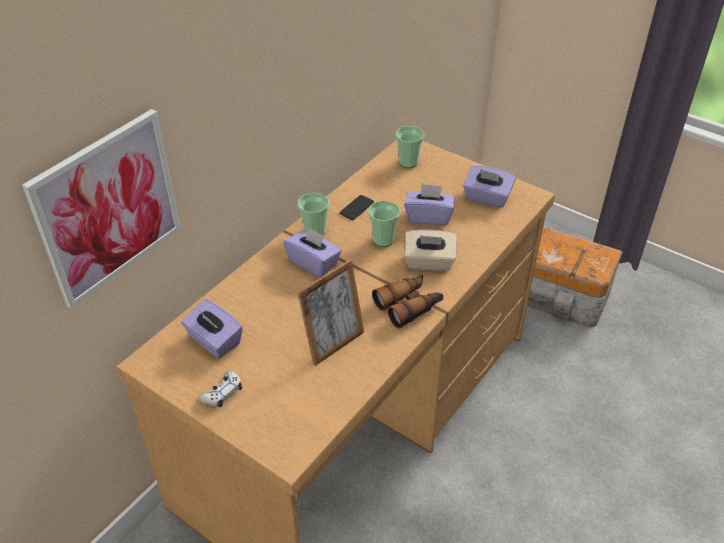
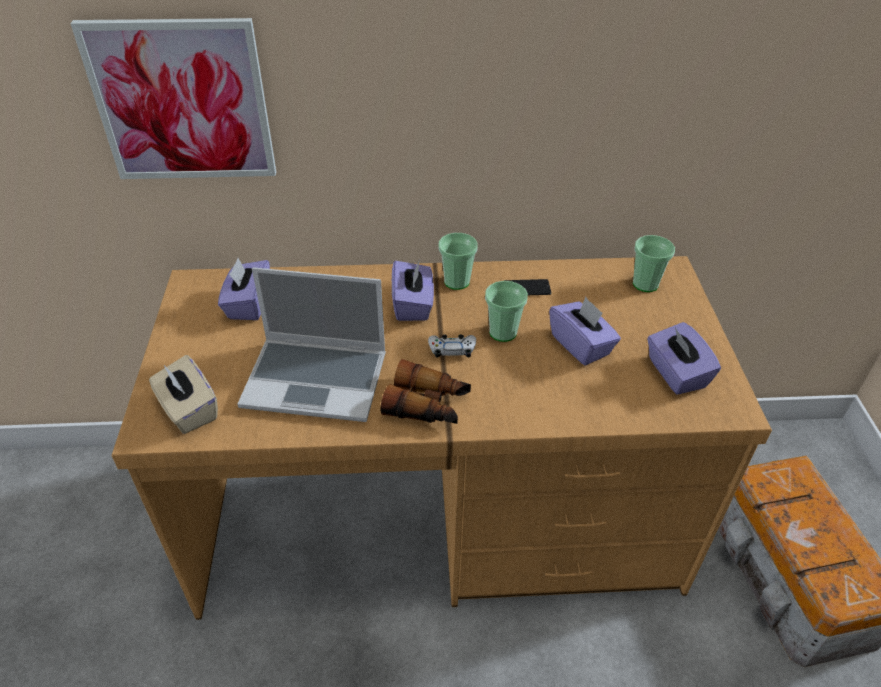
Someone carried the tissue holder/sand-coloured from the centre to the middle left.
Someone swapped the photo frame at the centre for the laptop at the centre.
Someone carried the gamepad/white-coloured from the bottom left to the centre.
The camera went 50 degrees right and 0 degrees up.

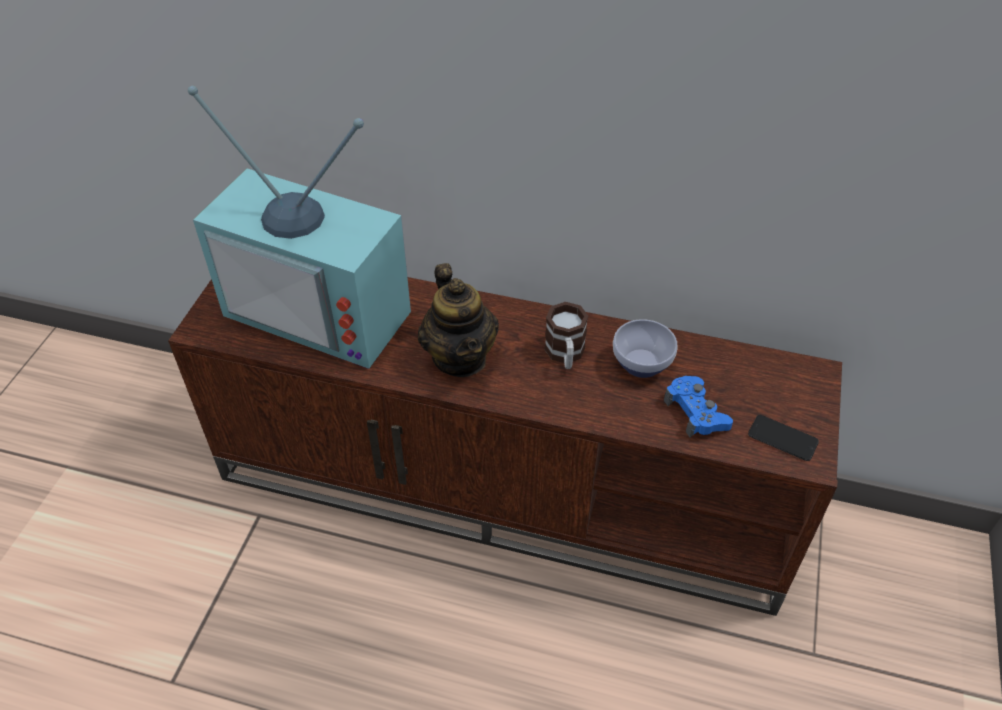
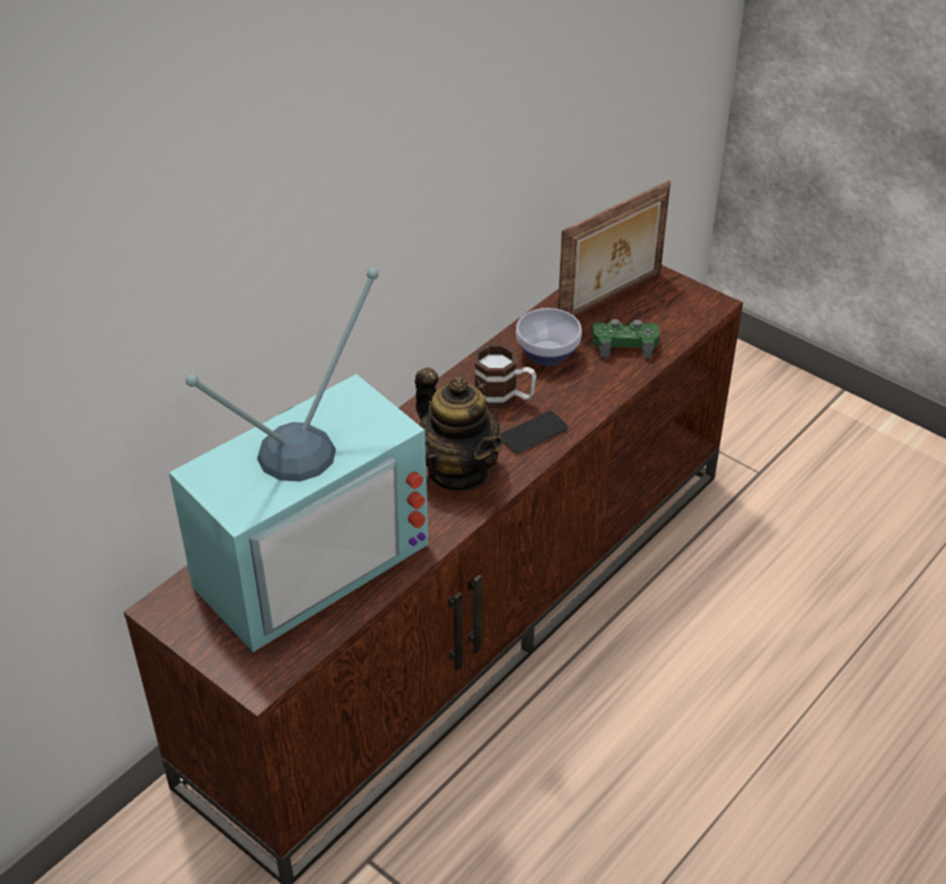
Someone rotated the pot for tea at the centre by 45 degrees clockwise.
Someone carried the telephone from the middle right to the centre.
Someone put down the photo frame at the top centre.
Someone repainted the gamepad/blue at the middle right, which became the gamepad/green-coloured at the centre.
The camera went 65 degrees left and 5 degrees down.

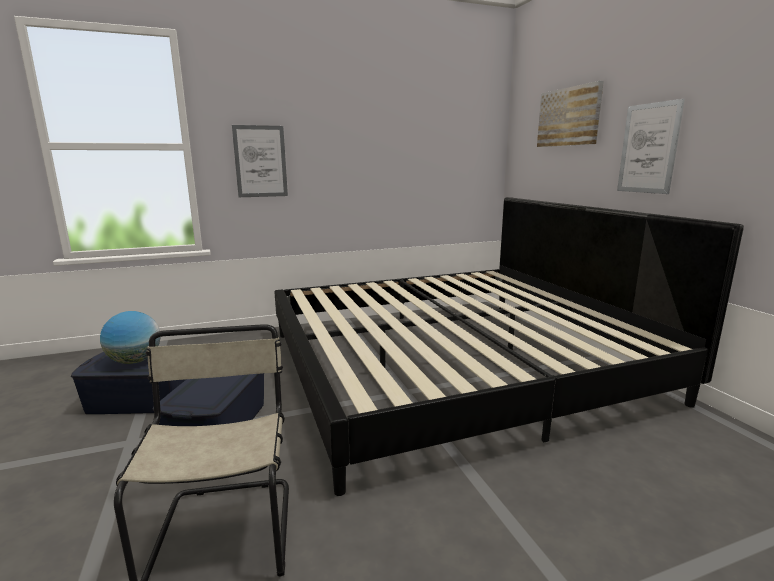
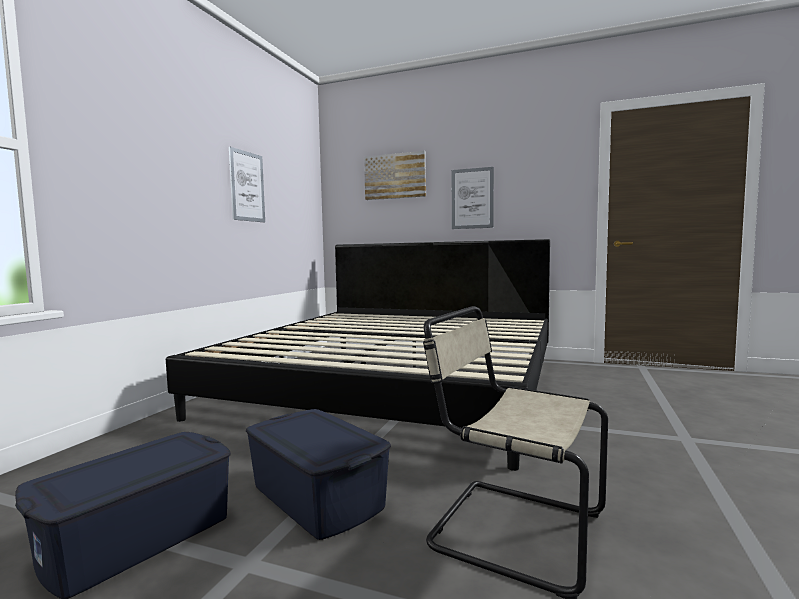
Someone carried the wall art (1st from left) from the top centre to the top left.
Someone took away the desk globe at the middle left.
The camera went 50 degrees left and 10 degrees down.

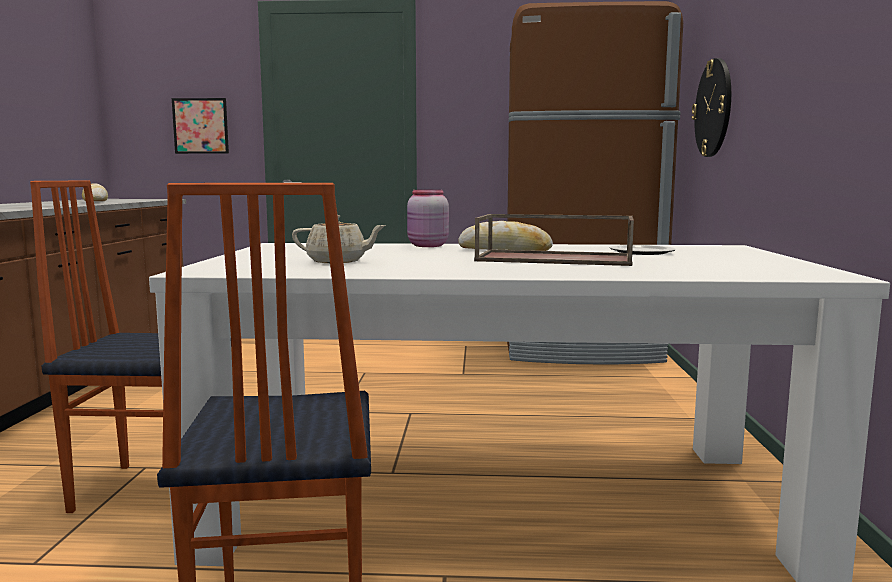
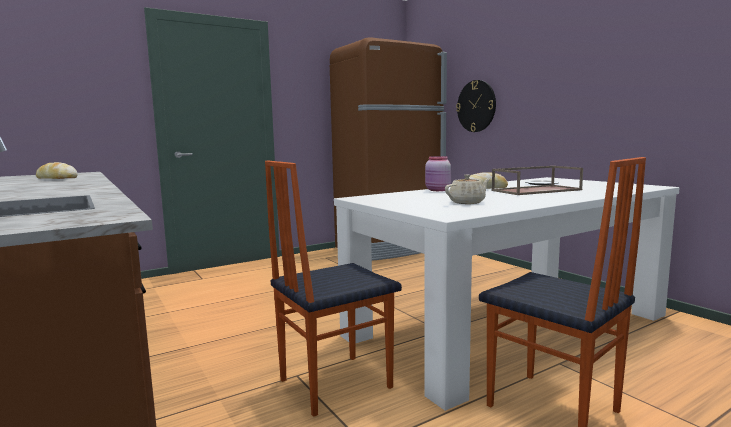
Someone took away the wall art at the top left.
The camera went 35 degrees left and 0 degrees up.

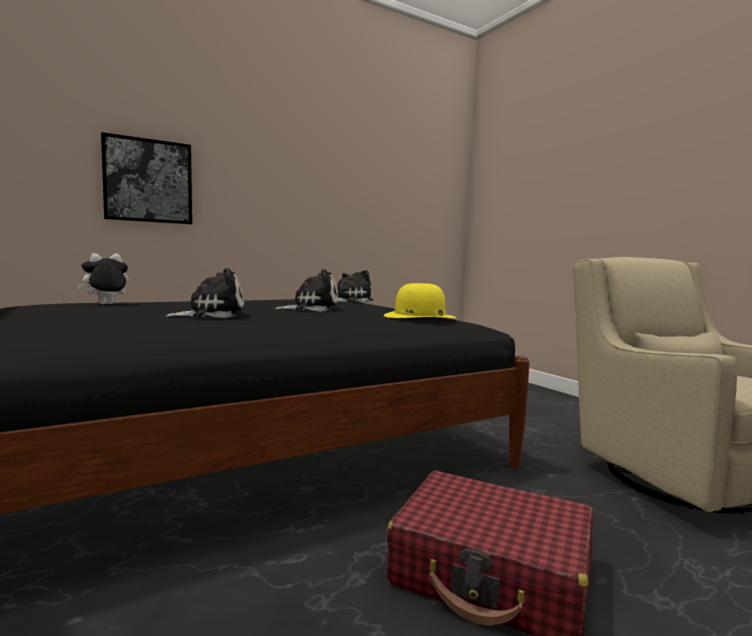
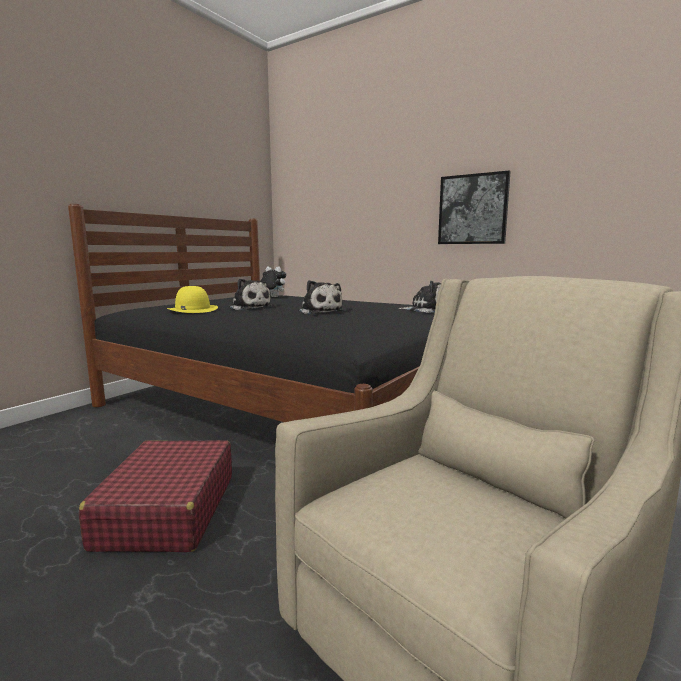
Someone carried the hat/yellow from the centre to the middle left.
Someone carried the wall art from the top left to the top right.
The camera went 65 degrees right and 5 degrees up.

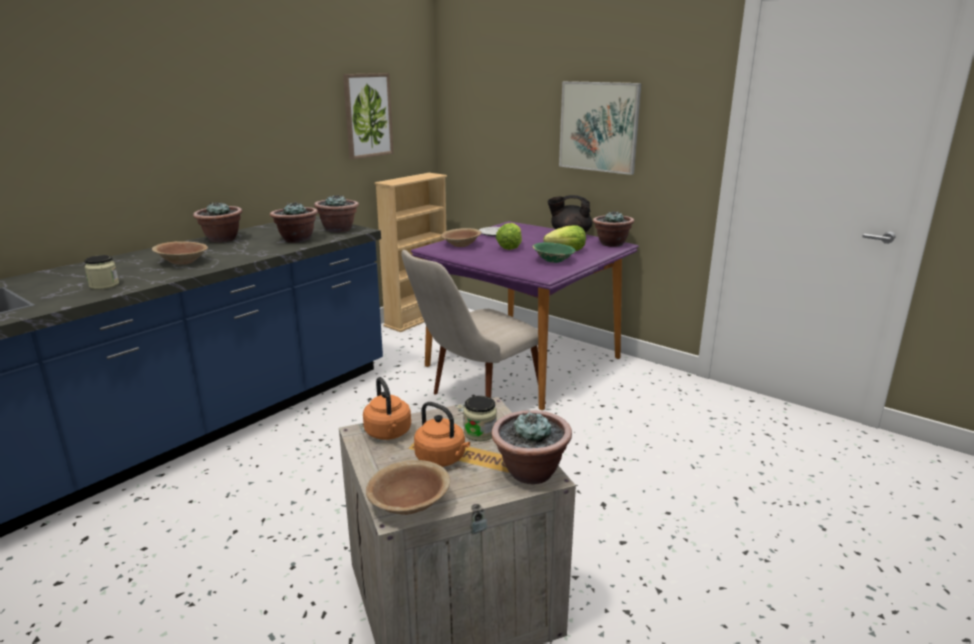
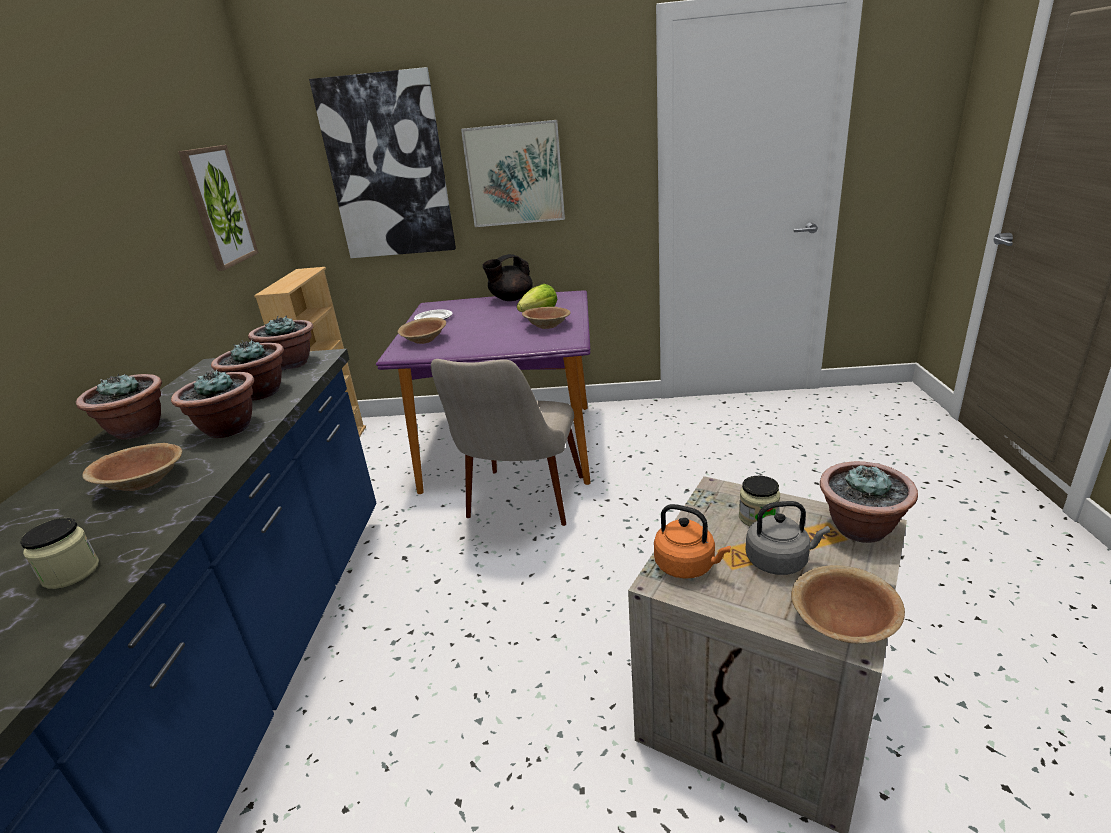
Someone carried the plant in a pot (5th from left in the first image) from the centre to the middle left.
Someone put up the wall art (2nd from left) at the top centre.
Someone repainted the deep dish/green-coloured at the centre, which became the deep dish/brownish (3rd from left) at the centre.
Someone repainted the water kettle/orange-coloured (2nd from left) at the bottom centre, which became the water kettle/grey at the middle right.
Someone took away the lettuce (1st from left) at the centre.
The camera went 35 degrees left and 5 degrees up.

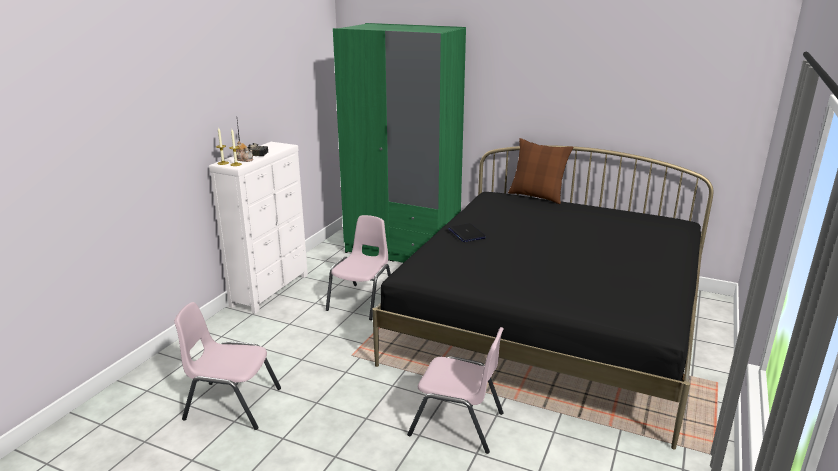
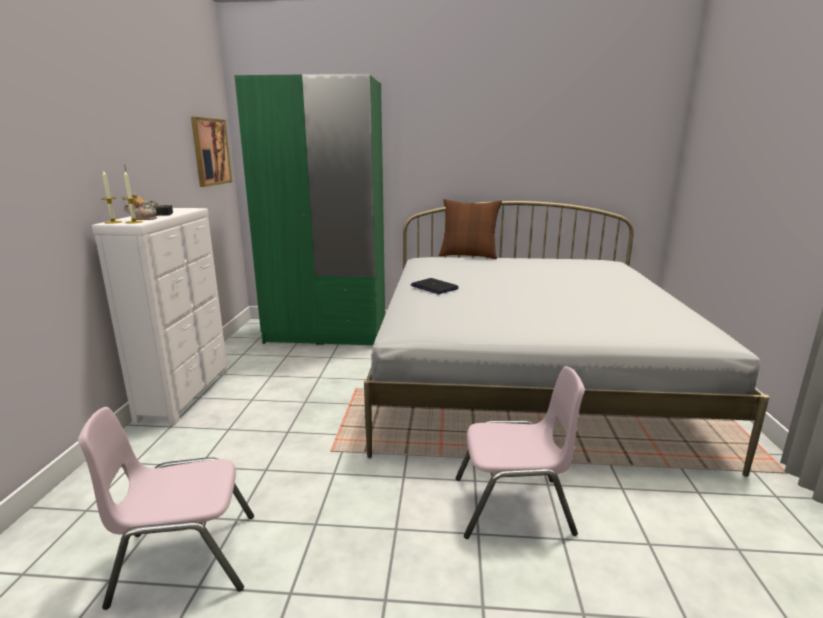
Someone put up the wall art at the top left.
Someone repainted the bedroom bed/black-coloured at the centre, which became the bedroom bed/white-coloured at the middle right.
Someone took away the chair/pink (2nd from left) at the centre.
The camera went 20 degrees left and 5 degrees down.

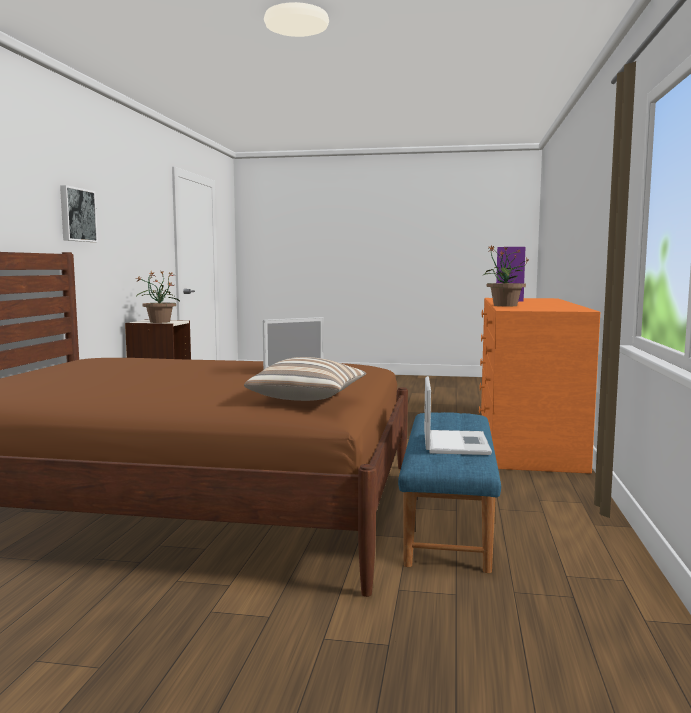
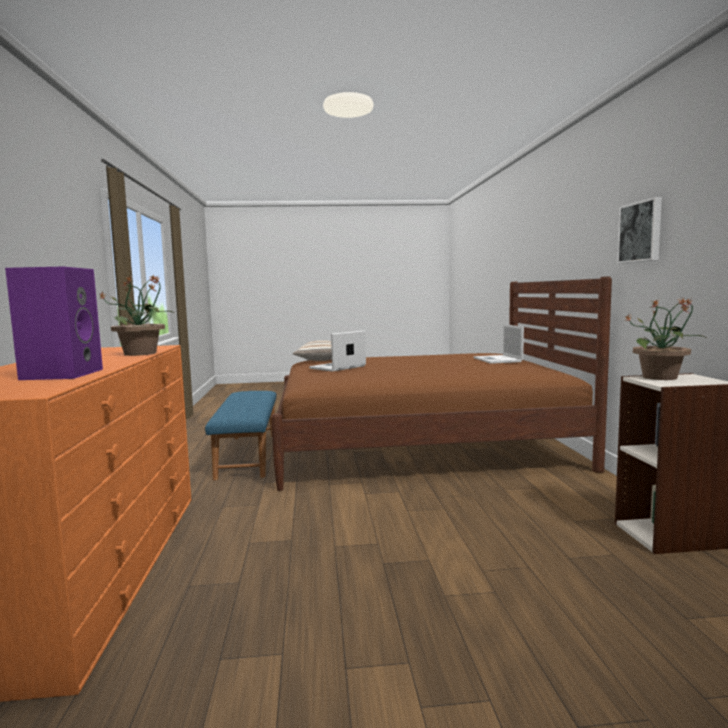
Someone carried the laptop (2nd from left) from the centre to the middle right.
The camera went 165 degrees right and 0 degrees up.

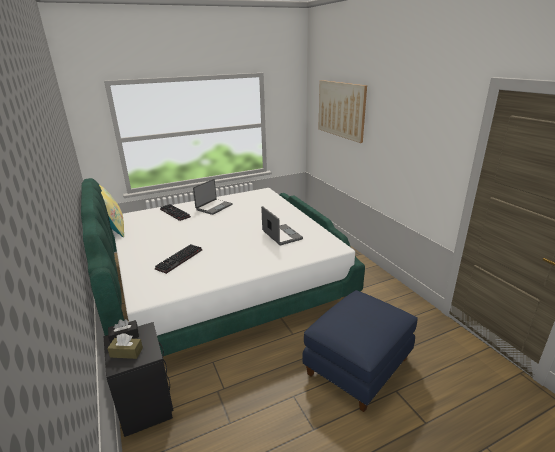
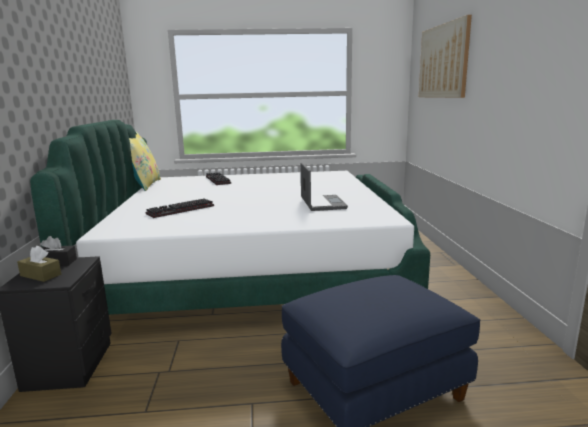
Someone took away the laptop (1st from left) at the centre.
The camera went 20 degrees right and 10 degrees down.

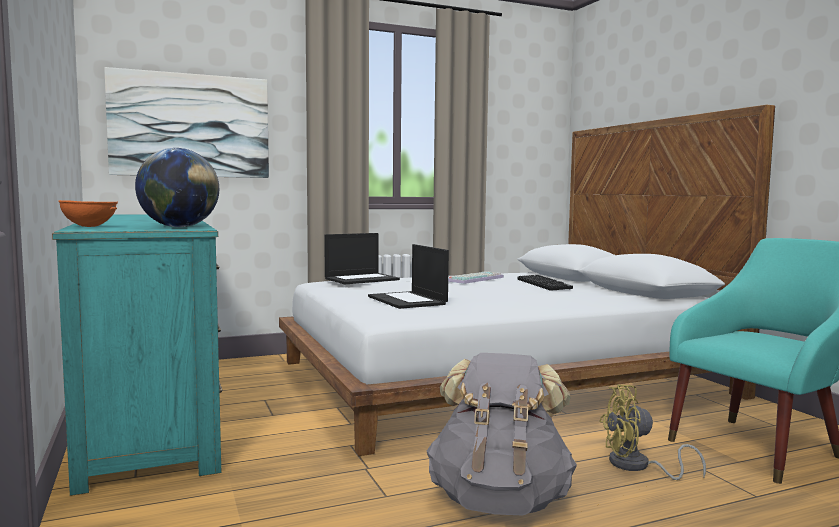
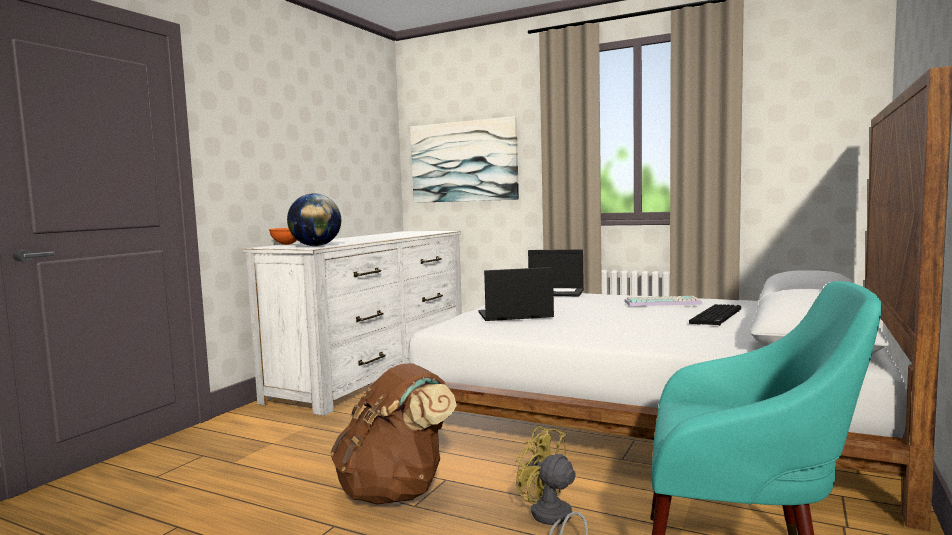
Someone repainted the chest of drawers/blue-green at the bottom left, which became the chest of drawers/white-coloured at the centre.
Someone repainted the backpack/grey at the bottom centre, which became the backpack/brownish at the bottom centre.
Someone rotated the laptop (2nd from left in the first image) at the centre by 60 degrees clockwise.
The camera went 50 degrees right and 0 degrees up.

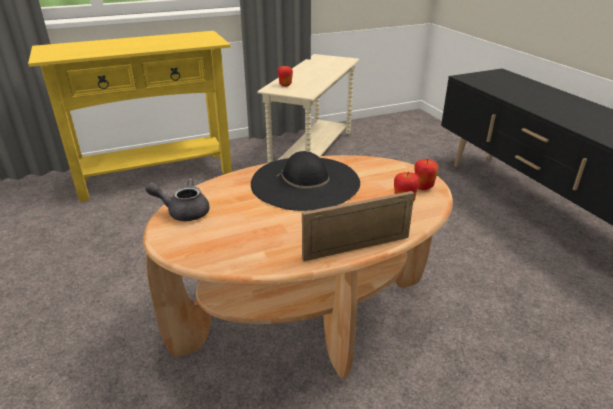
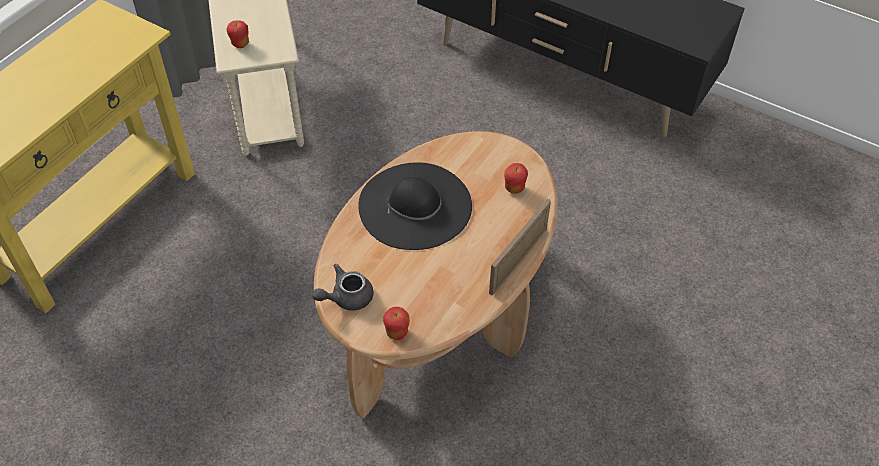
Someone carried the whole apple (3rd from left in the first image) from the middle right to the bottom centre.
The camera went 35 degrees left and 20 degrees up.

